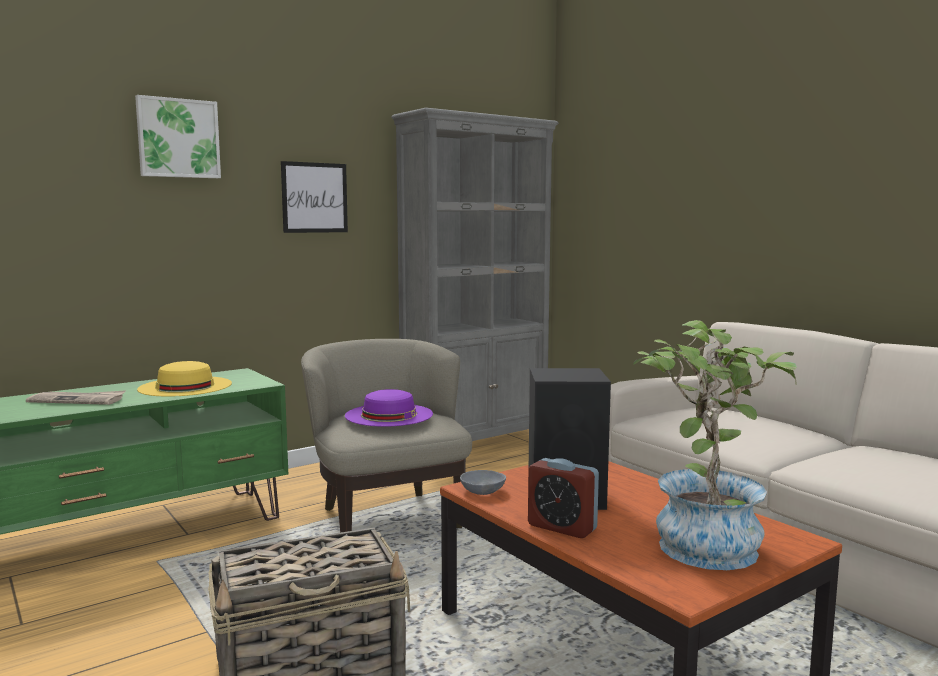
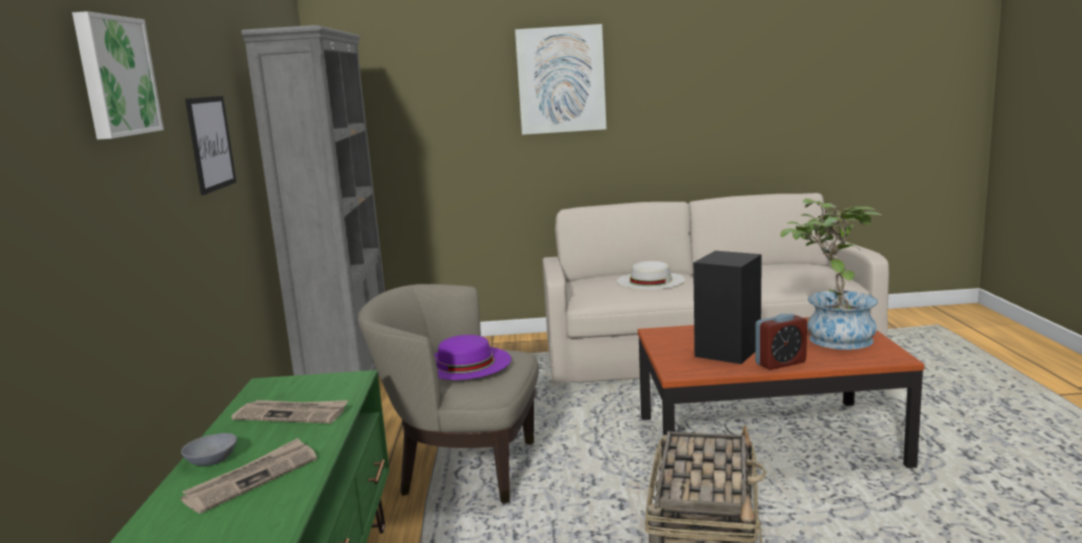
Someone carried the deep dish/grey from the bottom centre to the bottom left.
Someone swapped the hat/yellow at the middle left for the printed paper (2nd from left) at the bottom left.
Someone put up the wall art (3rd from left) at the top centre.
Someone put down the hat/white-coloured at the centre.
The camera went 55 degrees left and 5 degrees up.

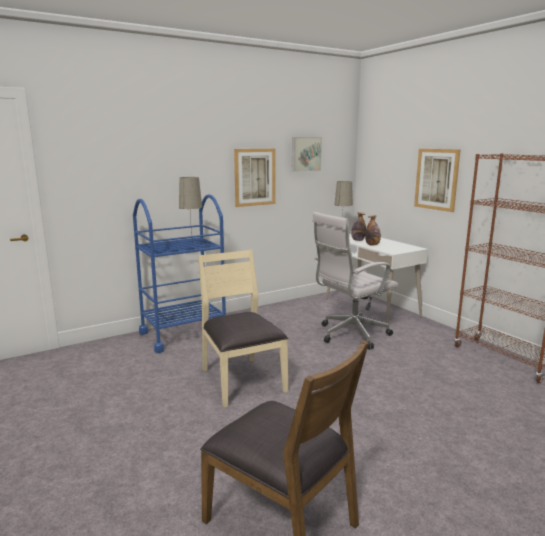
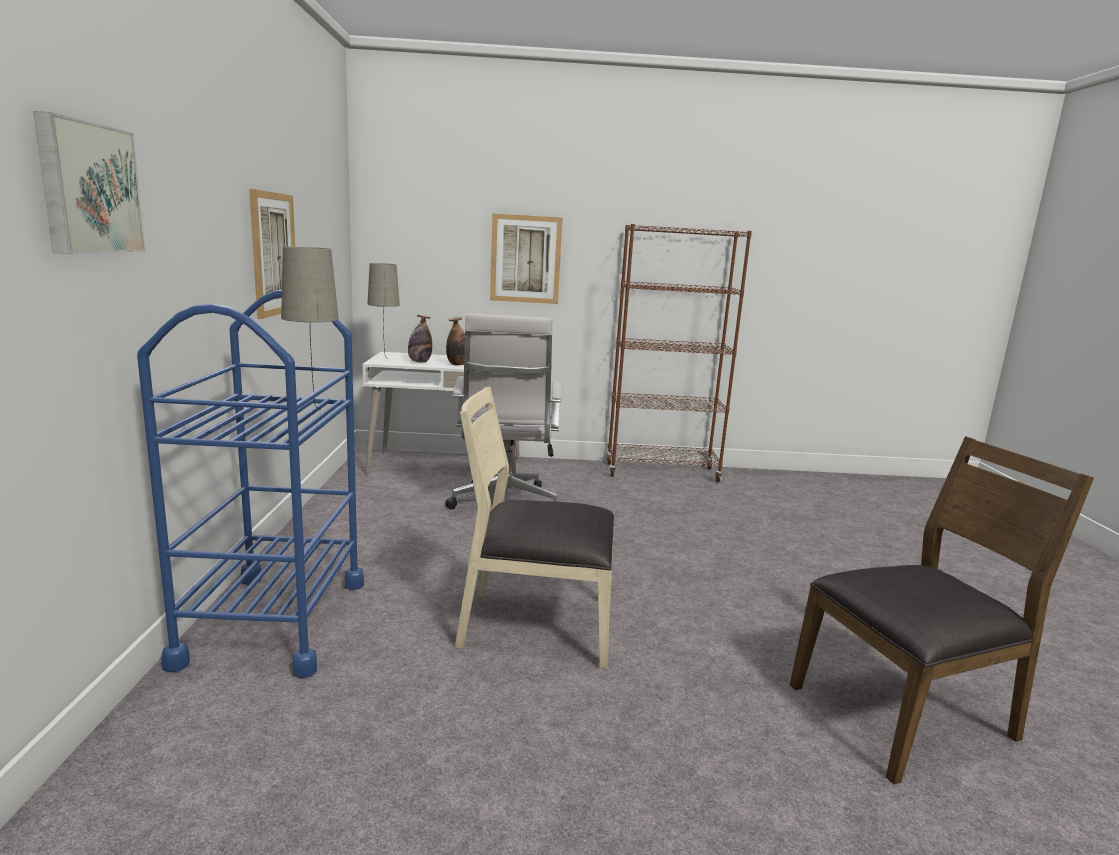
Someone carried the wall art (2nd from left in the first image) from the top centre to the top left.
The camera went 60 degrees left and 0 degrees up.

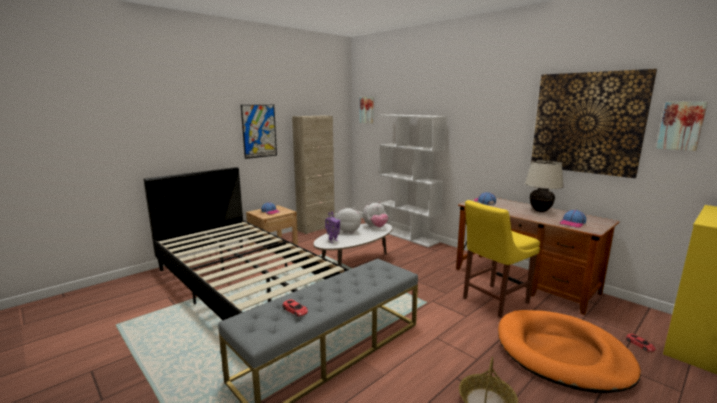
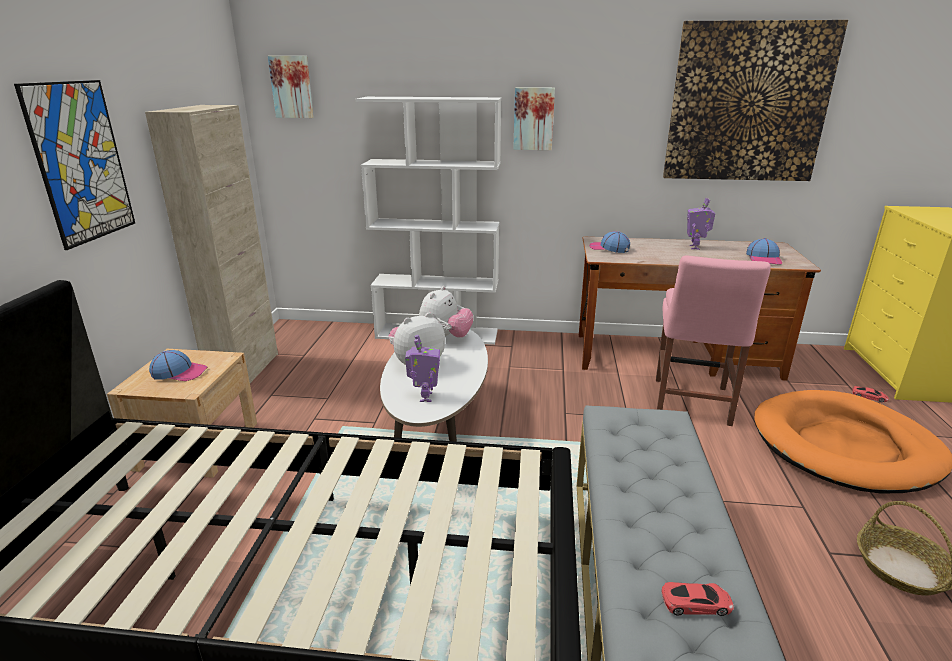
Someone carried the wall art (4th from left in the first image) from the top right to the top centre.
Someone repainted the chair/yellow at the middle right, which became the chair/pink at the middle right.
Someone swapped the lamp for a table/sand-coloured at the middle right for the toy robot (2nd from left) at the middle right.
The camera went 40 degrees left and 10 degrees up.

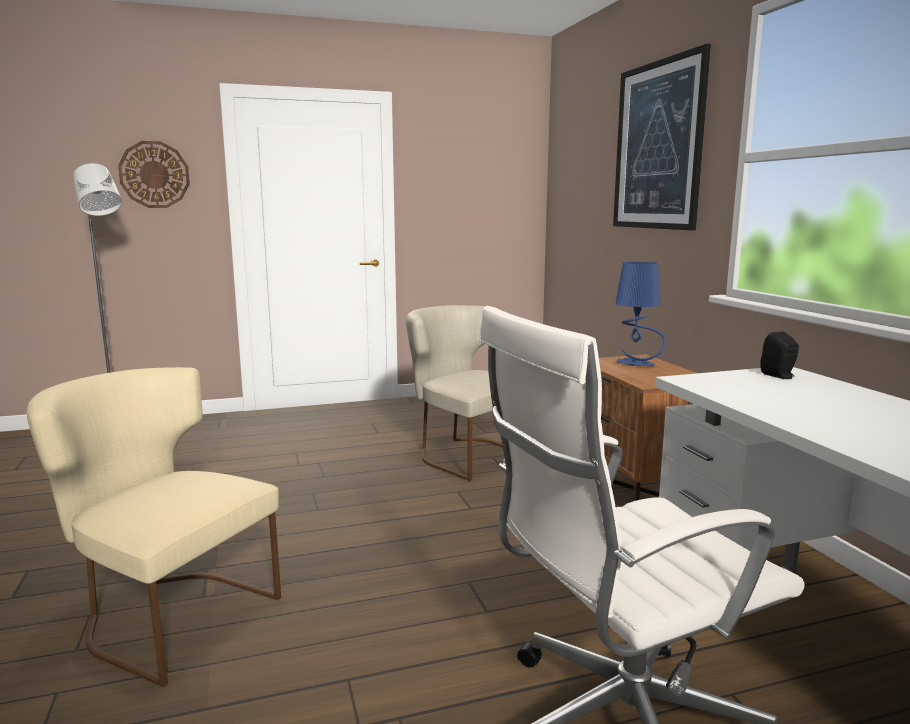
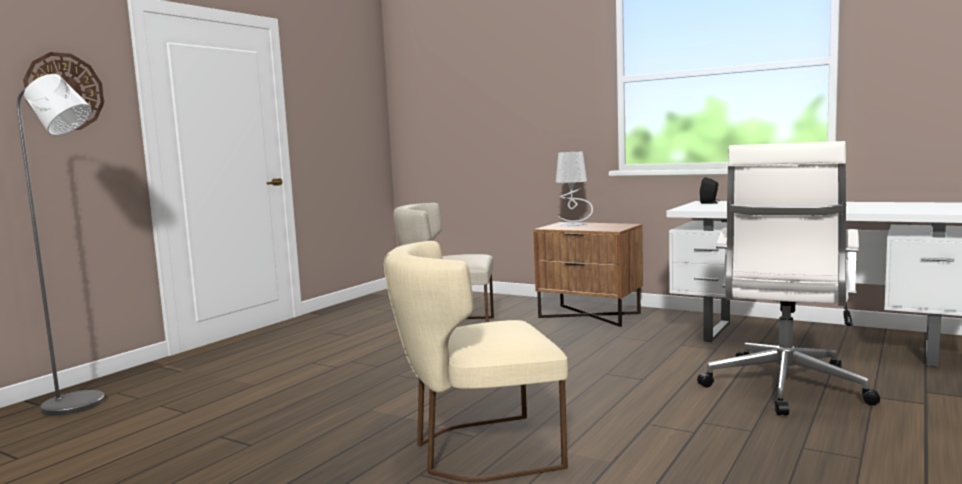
Someone repainted the lamp for a table/blue at the middle right, which became the lamp for a table/grey at the centre.
Someone took away the wall art at the top right.
The camera went 40 degrees left and 5 degrees down.

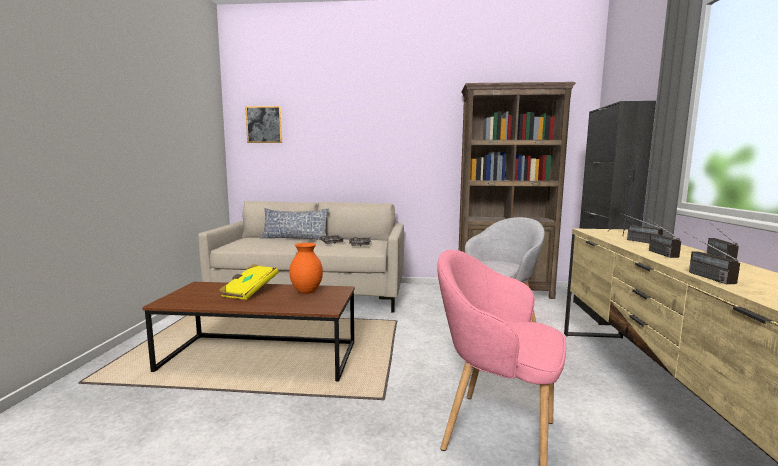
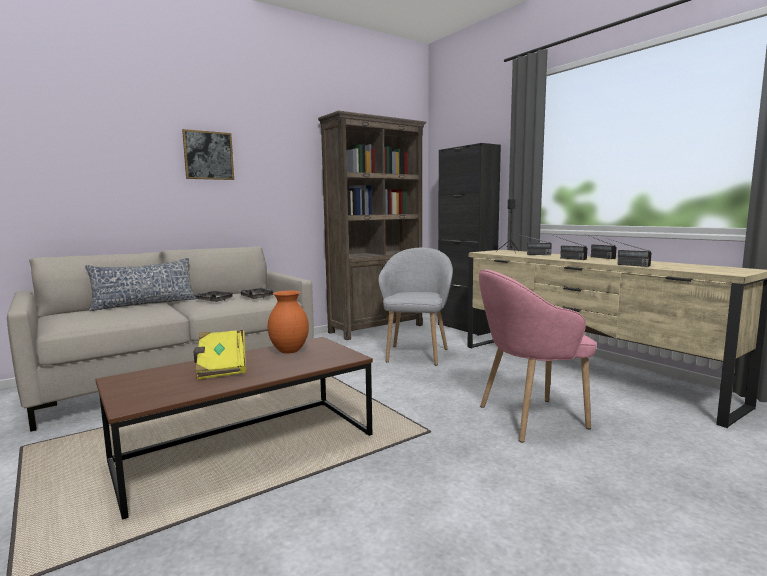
Someone carried the wall art from the top centre to the top left.
The camera went 40 degrees left and 0 degrees up.

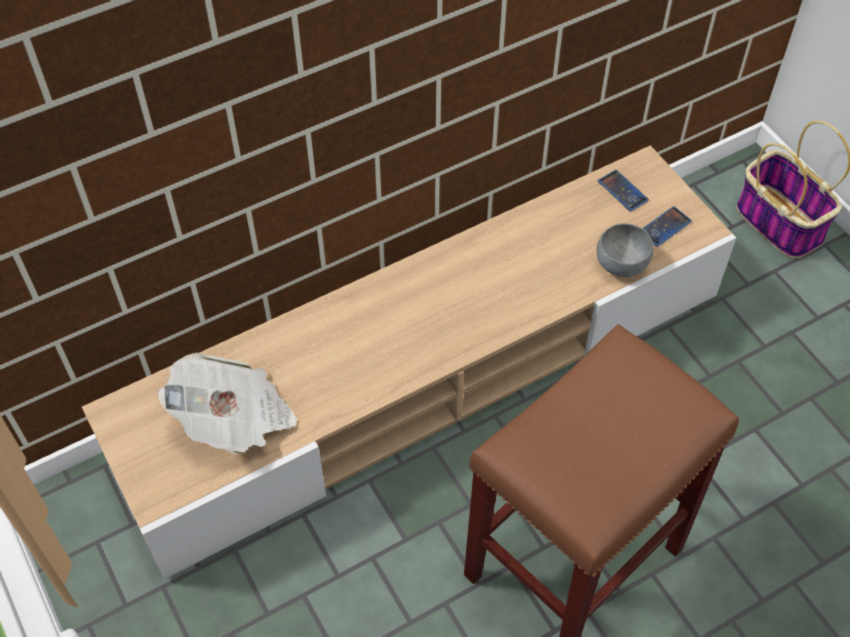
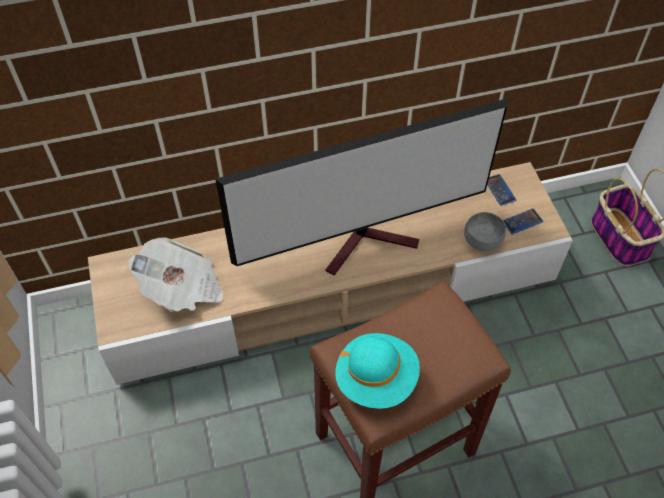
Someone put down the TV at the centre.
Someone put down the hat/blue-green at the bottom centre.
The camera went 15 degrees right and 0 degrees up.

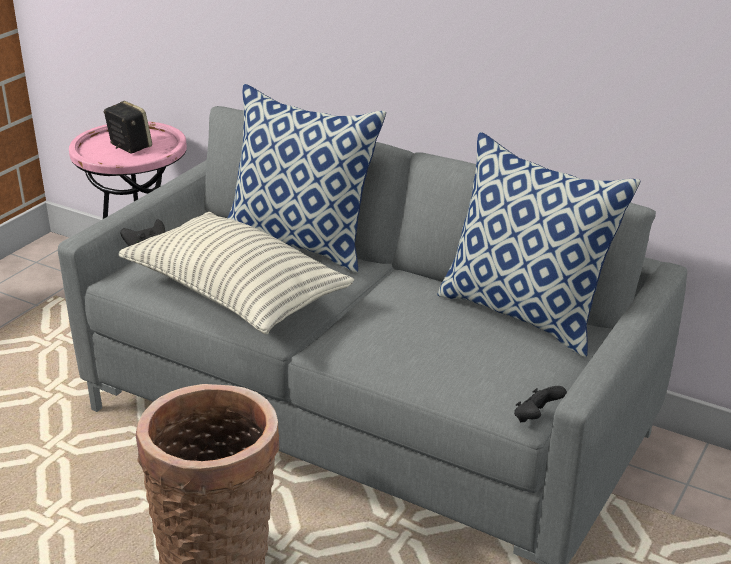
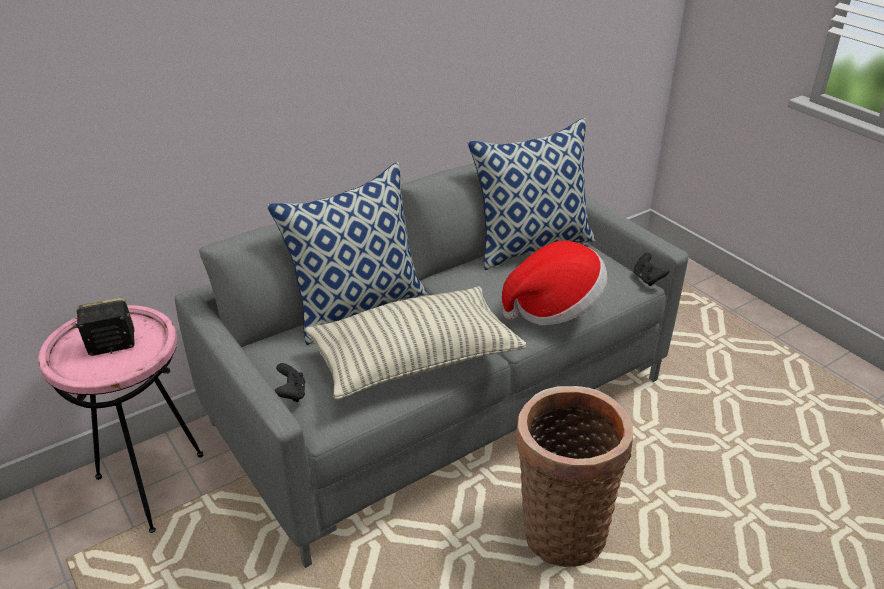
Someone put down the hat at the centre.
The camera went 65 degrees left and 5 degrees up.

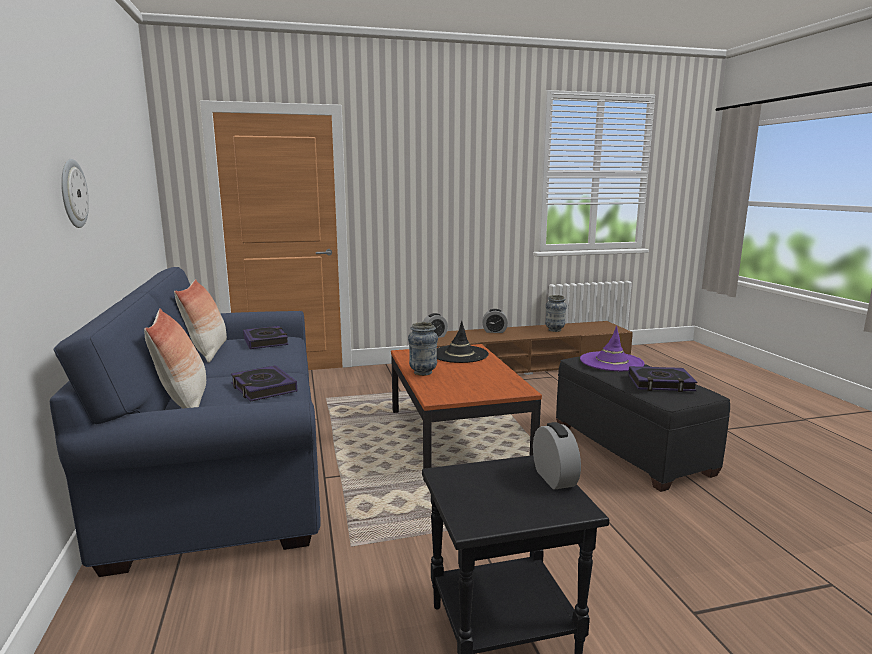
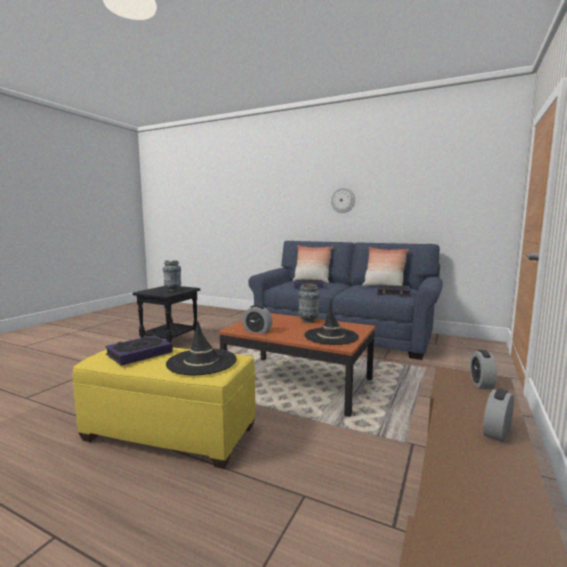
Someone repainted the footrest/black-coloured at the middle right, which became the footrest/yellow at the bottom left.
Someone carried the decorative vase (2nd from left in the first image) from the centre to the middle left.
Someone repainted the hat/purplish at the middle right, which became the hat/black-coloured (1st from left) at the centre.
Someone carried the table clock (3rd from left in the first image) from the bottom centre to the centre.
The camera went 130 degrees right and 5 degrees down.

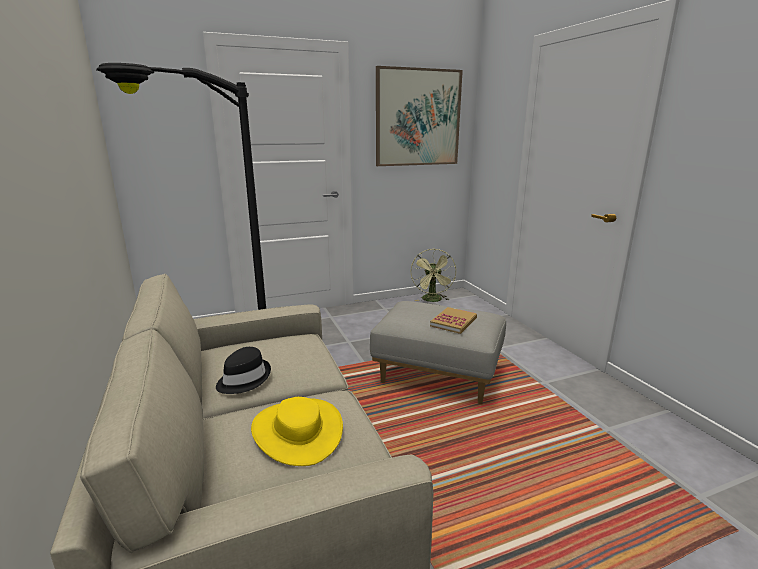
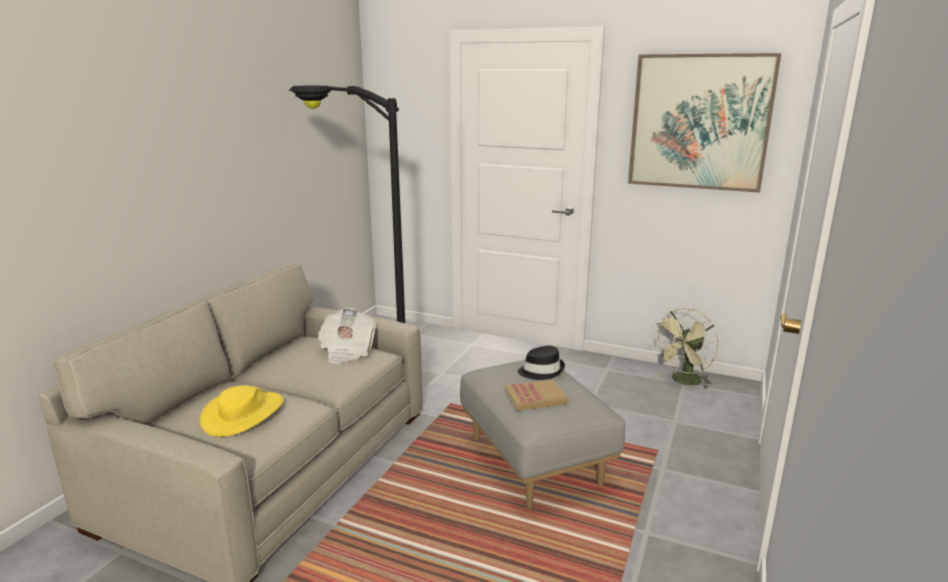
Someone put down the printed paper at the centre.
Someone carried the hat/black-coloured from the middle left to the centre.
The camera went 45 degrees right and 0 degrees up.

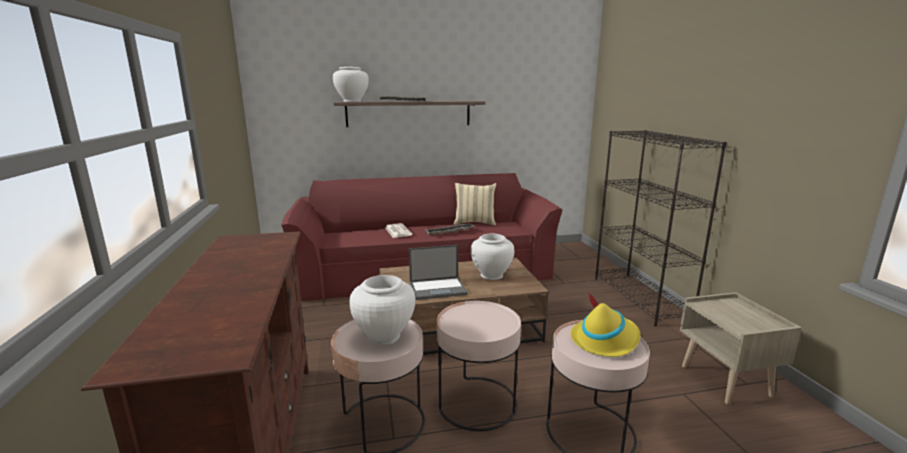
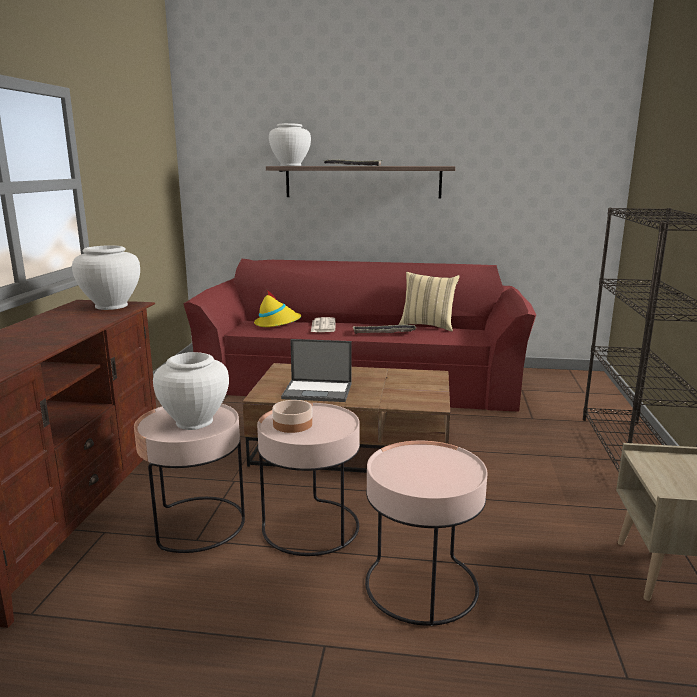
Someone carried the decorative vase/white-coloured (3rd from left in the first image) from the centre to the middle left.
Someone carried the hat/yellow from the bottom right to the centre.
Someone put down the deep dish at the centre.
The camera went 20 degrees right and 0 degrees up.

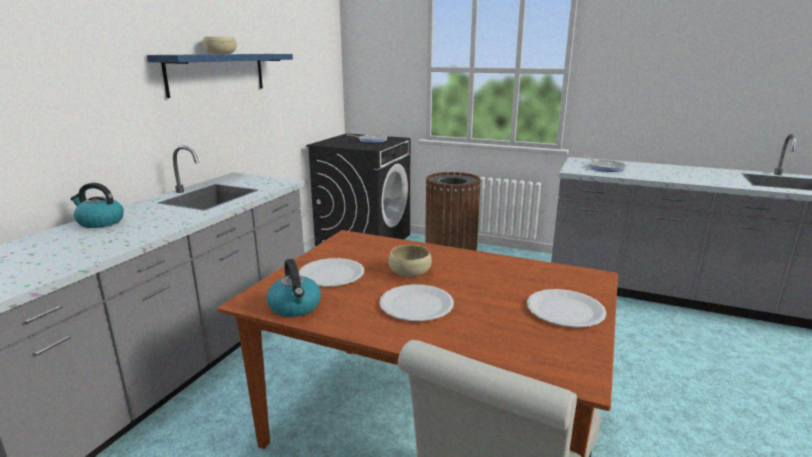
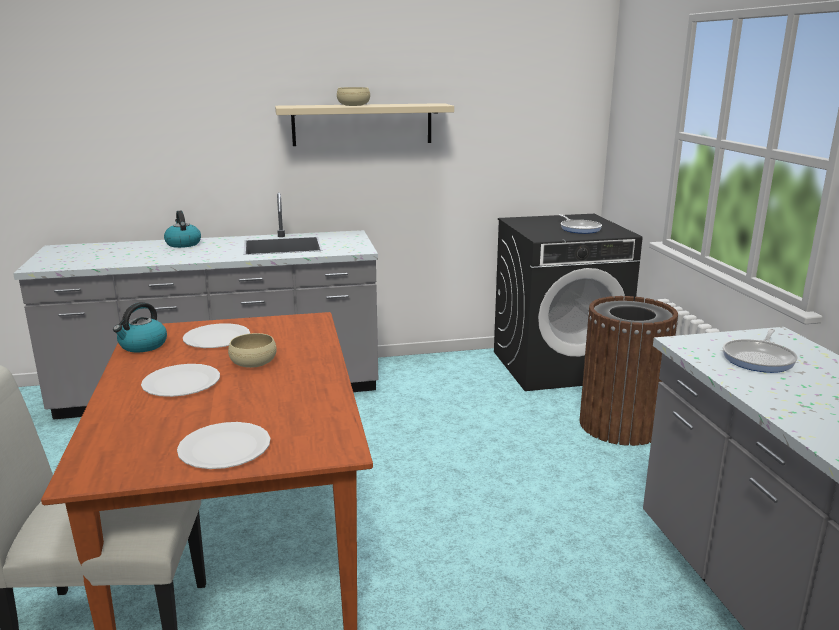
Someone repainted the shelf/blue at the top left, which became the shelf/sand-coloured at the top centre.
The camera went 55 degrees right and 0 degrees up.

